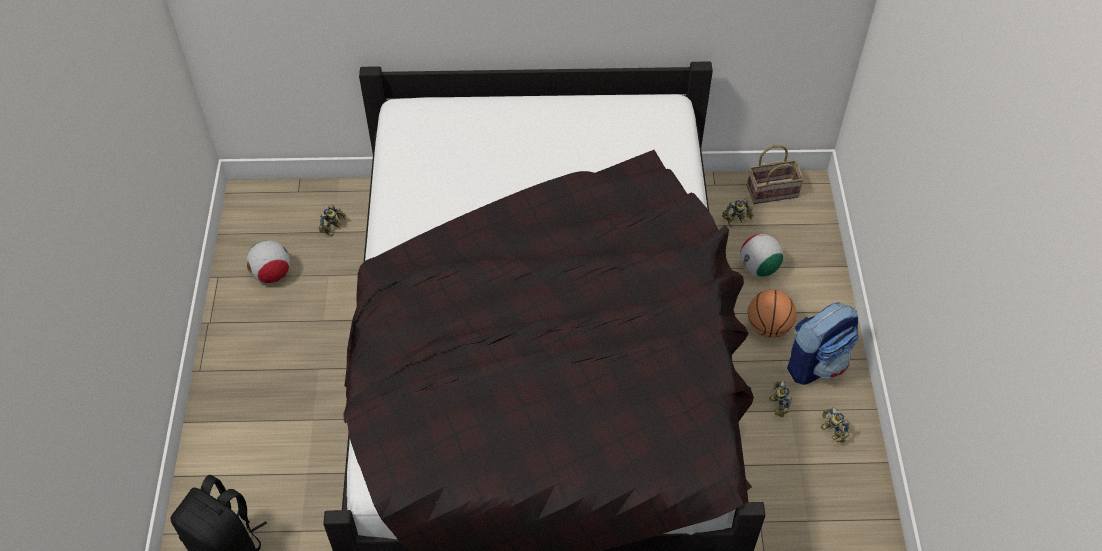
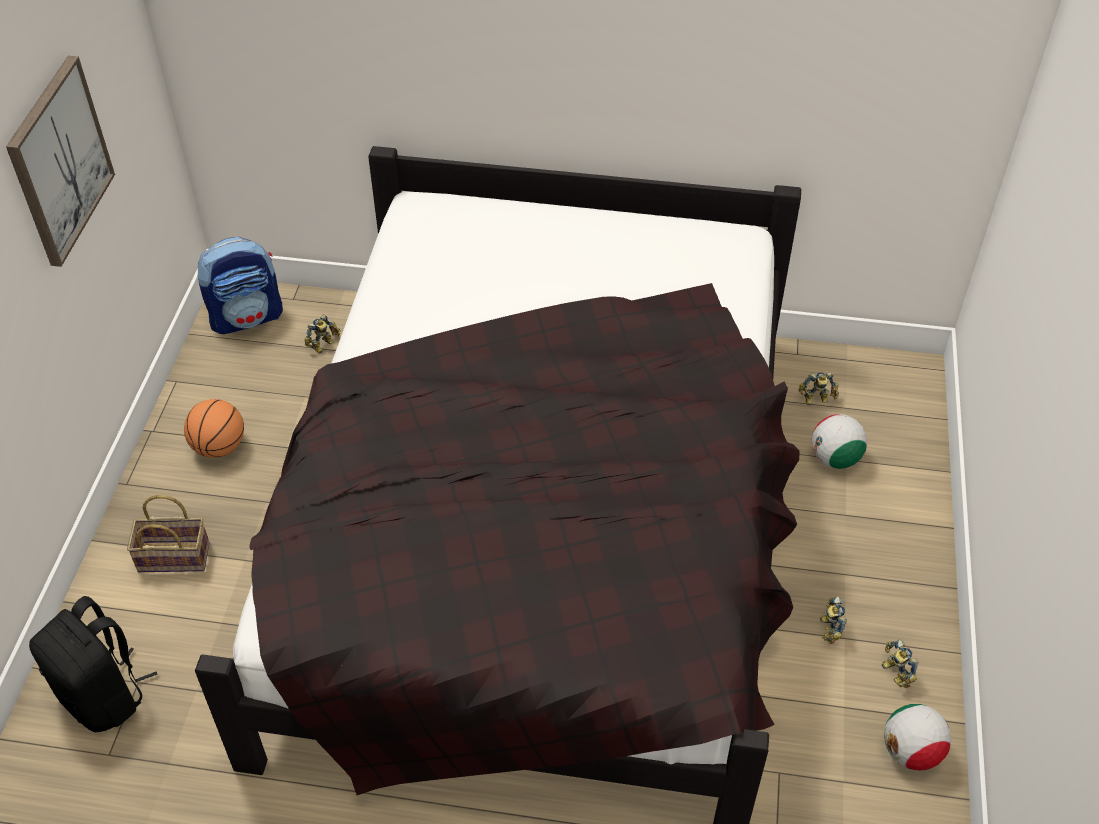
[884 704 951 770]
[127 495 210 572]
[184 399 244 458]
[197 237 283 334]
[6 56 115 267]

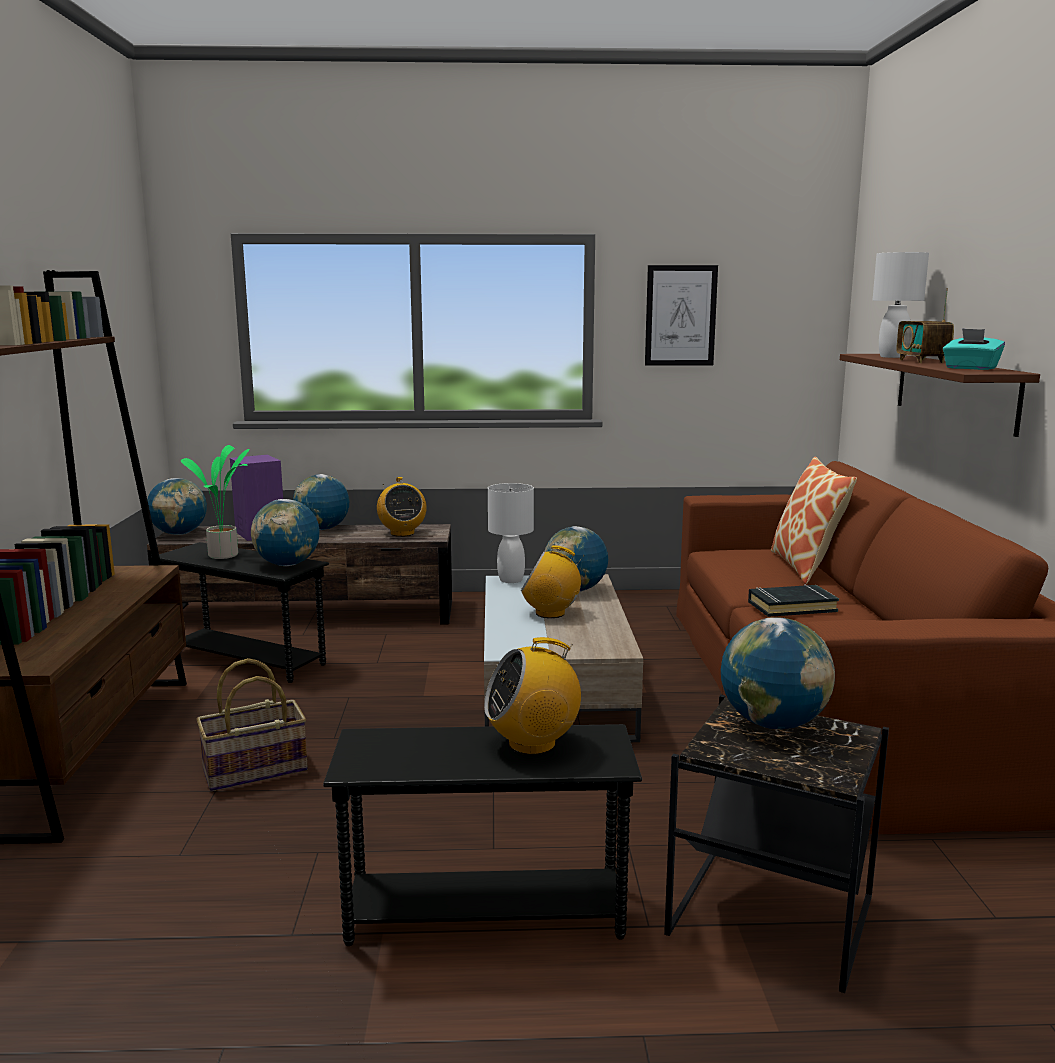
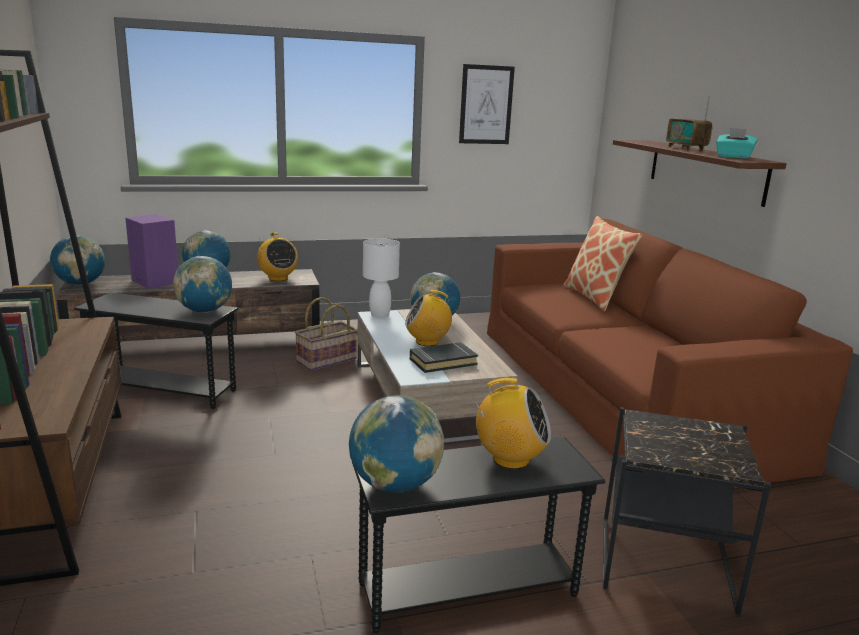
[181 445 250 559] (first image)
[295 297 358 371]
[472 378 551 469]
[349 395 444 493]
[410 342 478 373]
[872 252 929 358] (first image)

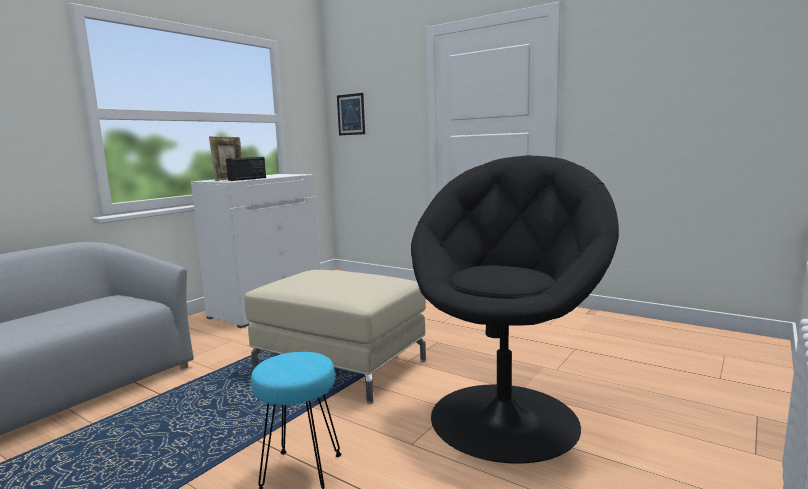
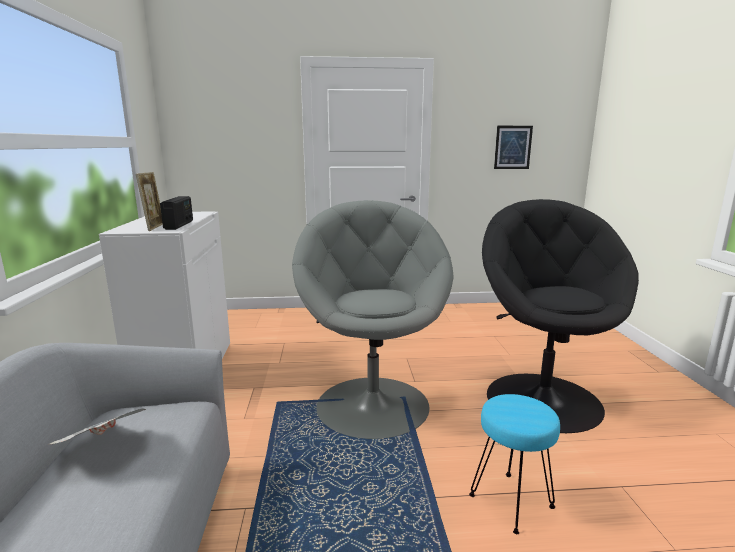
[292 200 453 439]
[494 126 533 169]
[47 409 146 445]

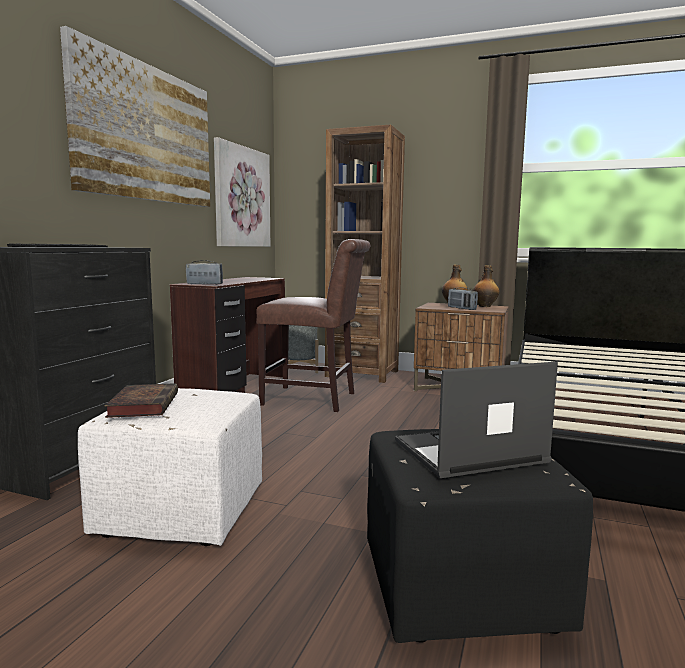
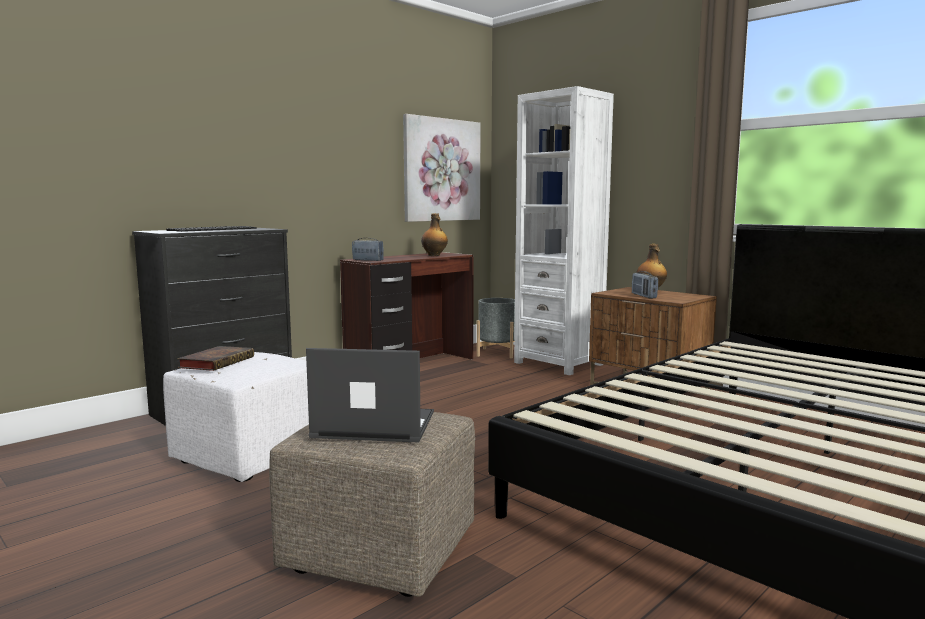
[60 26 210 207] (first image)
[256 239 370 412] (first image)
[514 86 614 375]
[269 412 475 597]
[421 213 448 256]

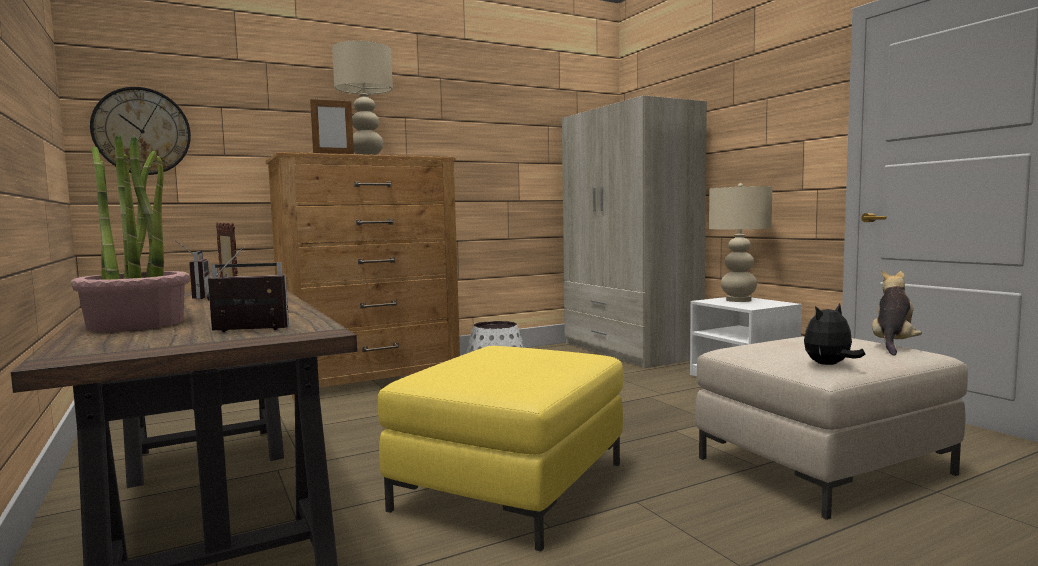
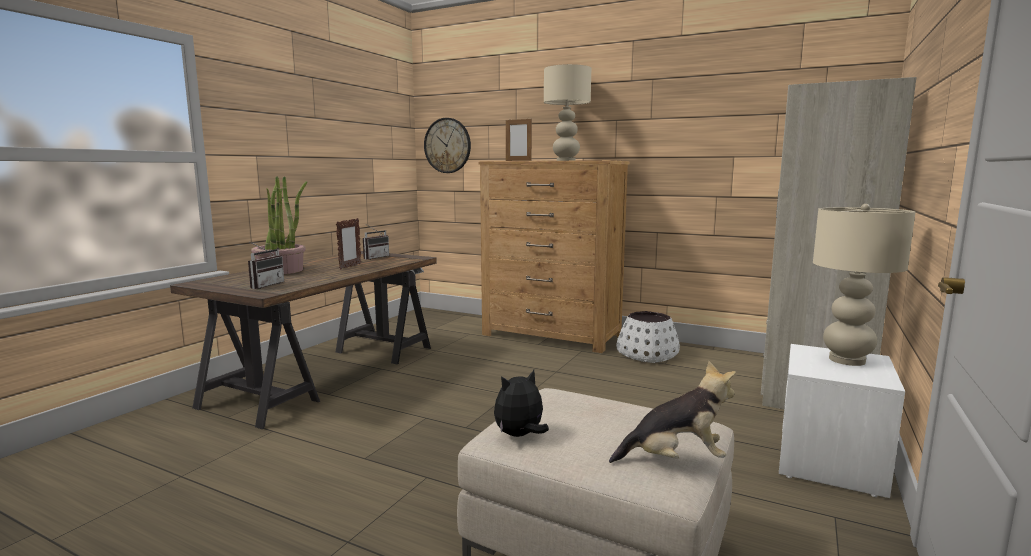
[248 242 284 289]
[378 346 623 552] (first image)
[494 370 549 437]

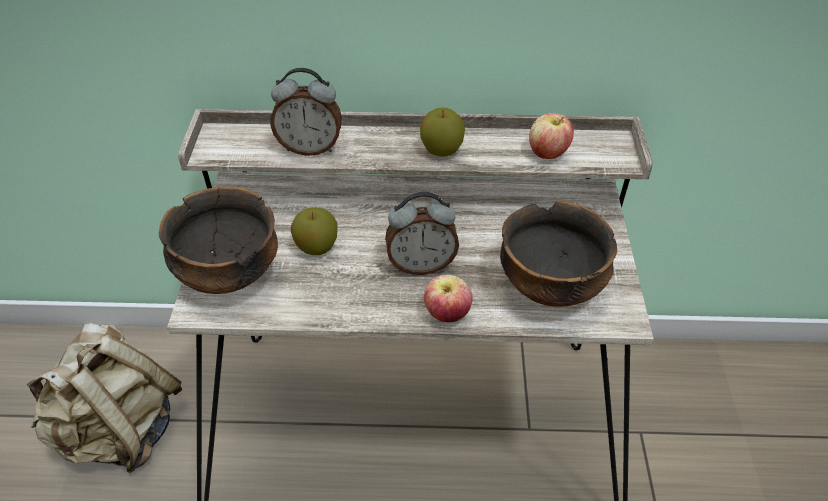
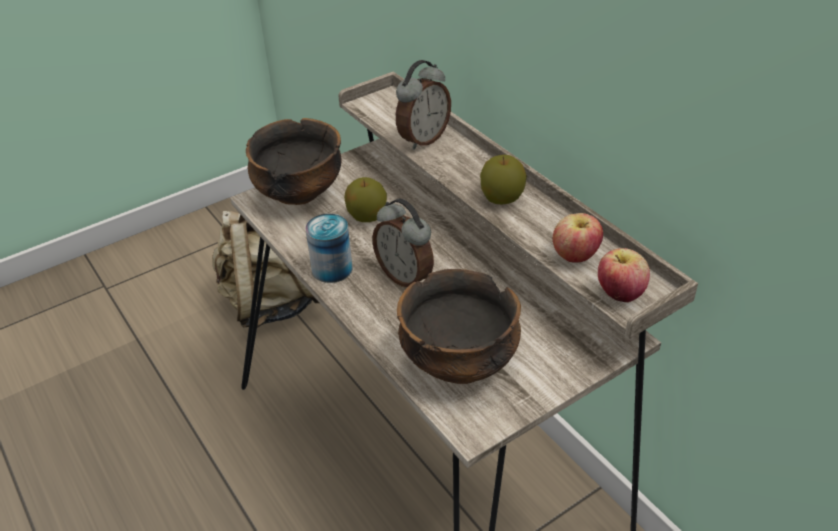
[396 60 451 150]
[598 248 650 302]
[305 214 353 283]

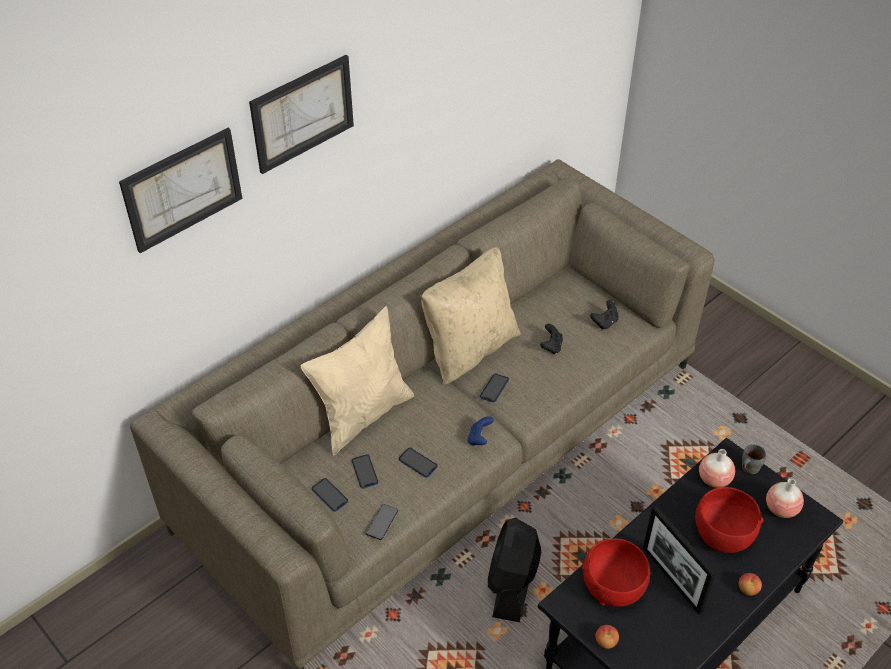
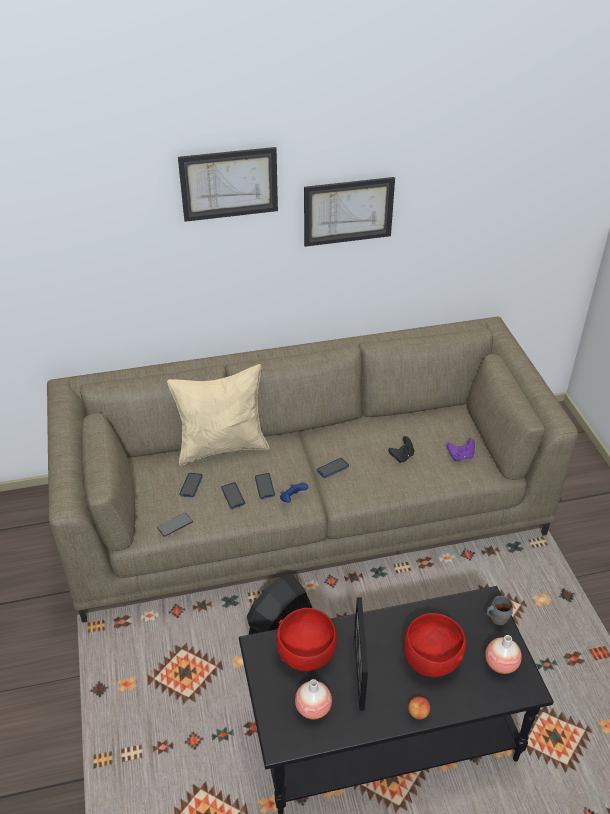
[304 177 395 247]
[255 473 275 499]
[421 247 521 385] (first image)
[447 438 475 461]
[595 625 619 649] (first image)
[295 679 332 719]

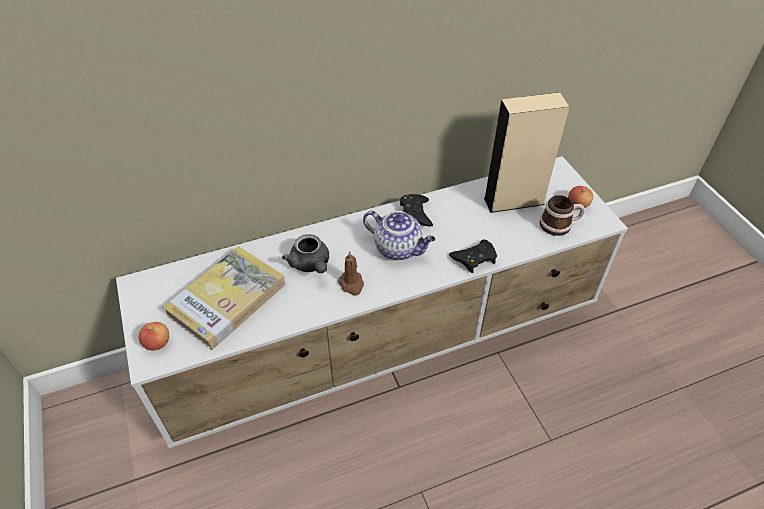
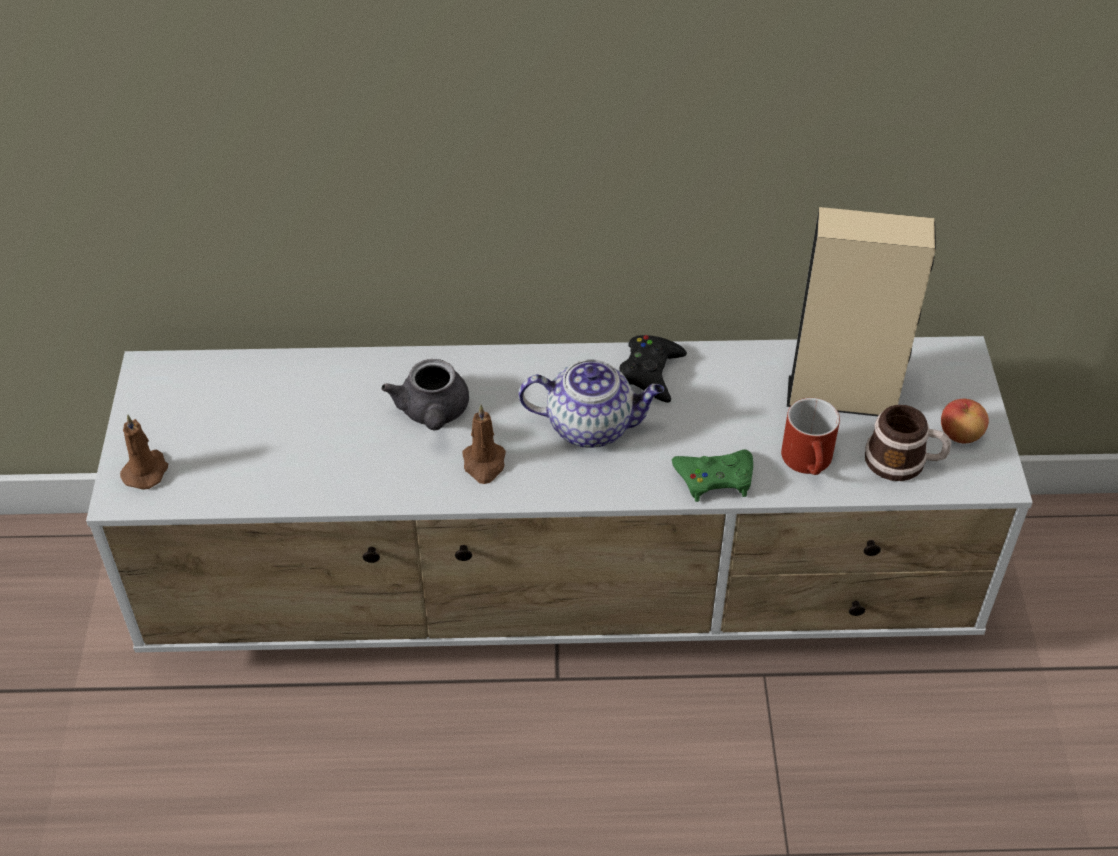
[120 414 168 490]
[163 246 285 350] (first image)
[519 359 664 448]
[672 450 753 502]
[781 398 840 475]

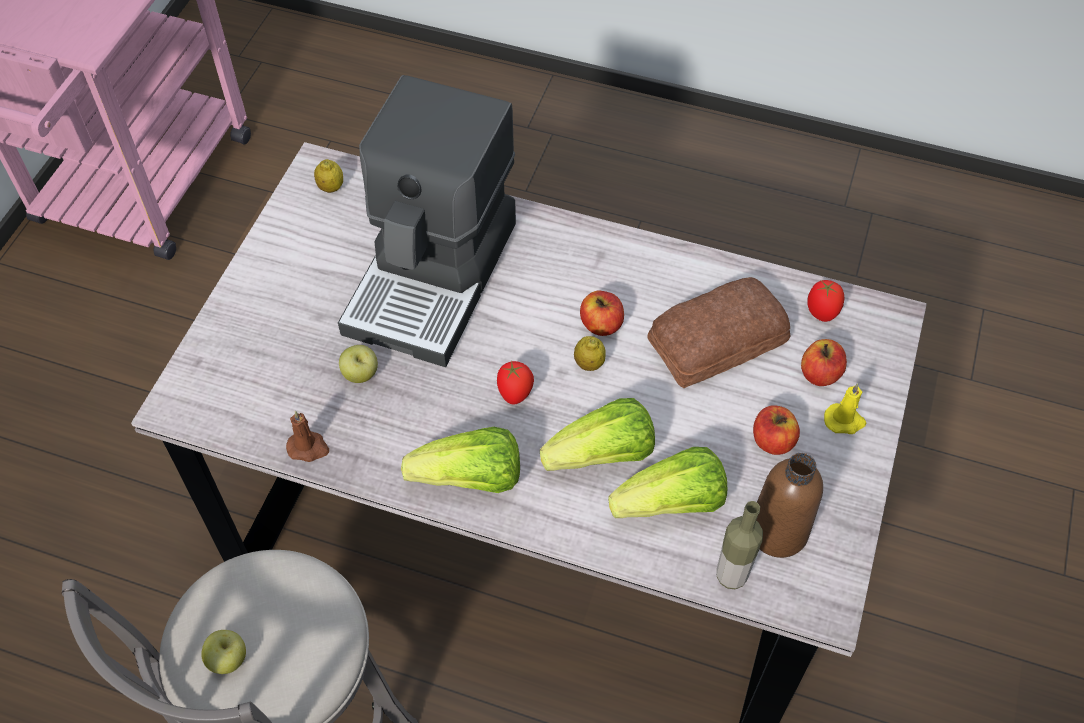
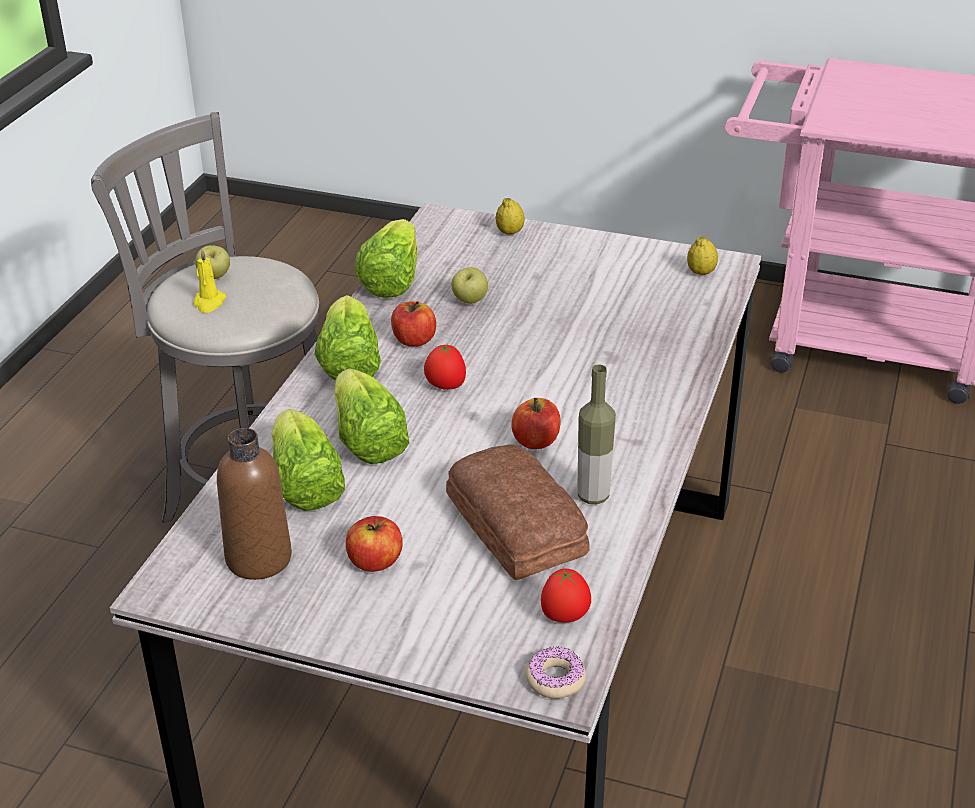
[355 219 417 298]
[338 75 516 367] (first image)
[496 198 524 234]
[577 365 616 504]
[391 301 436 347]
[193 249 226 313]
[526 647 586 699]

